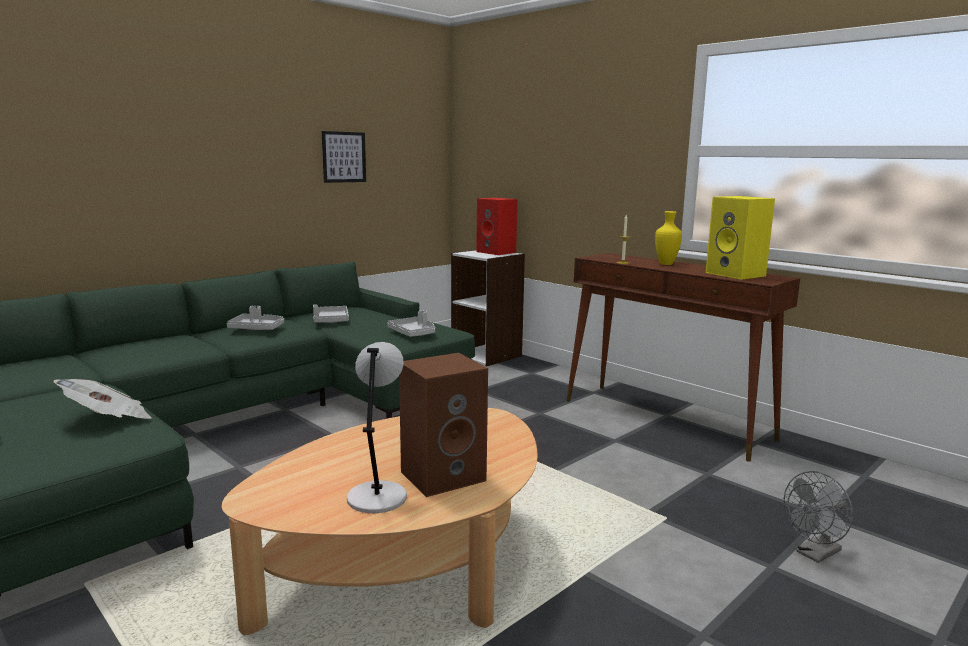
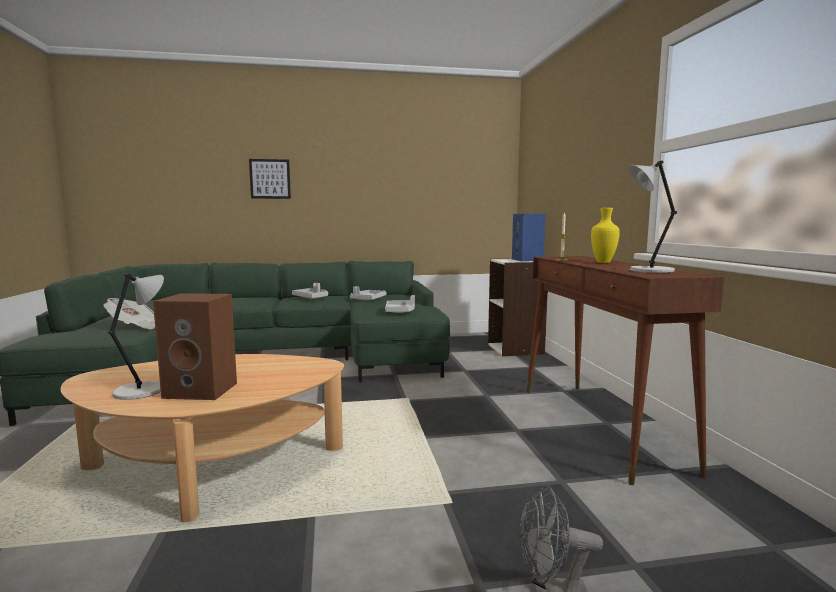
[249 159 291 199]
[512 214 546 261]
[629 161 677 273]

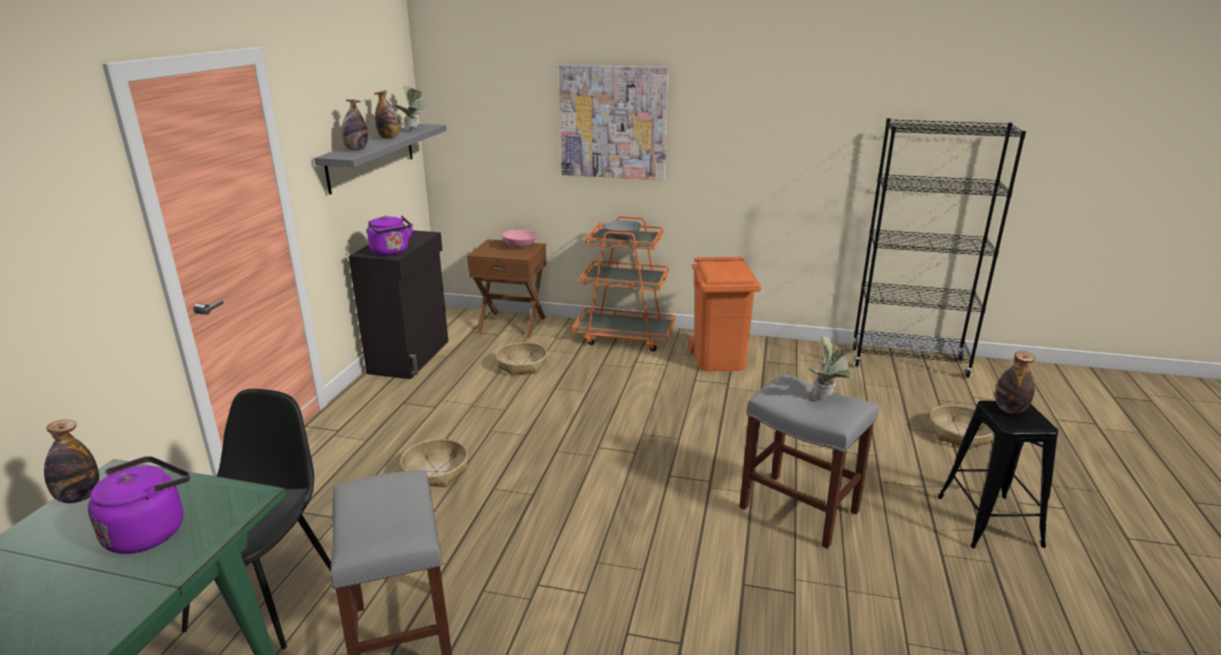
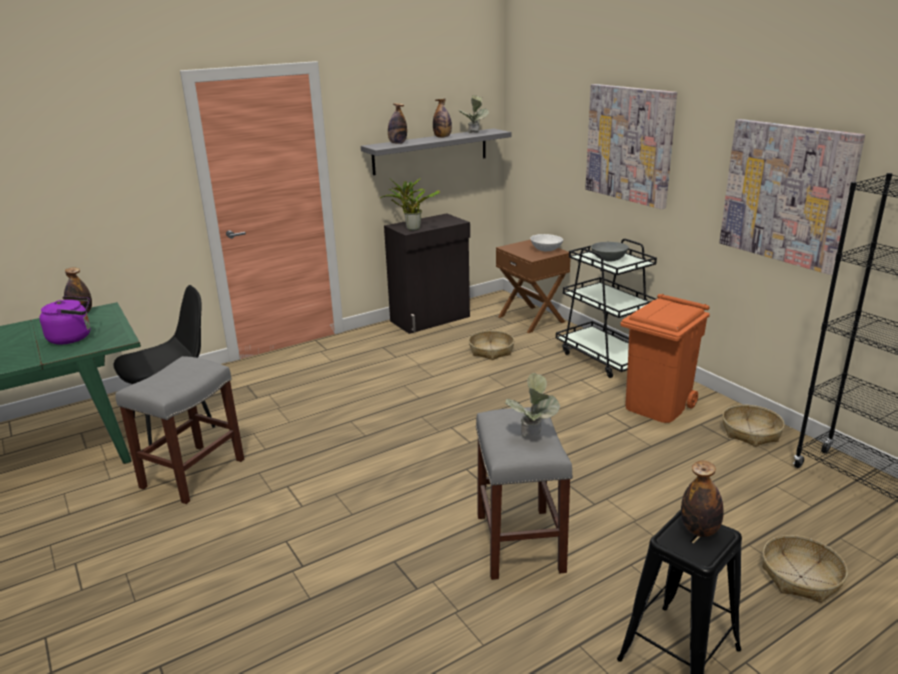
[380 177 440 231]
[722 405 785 447]
[530 234 563 251]
[556 239 657 378]
[719 119 865 275]

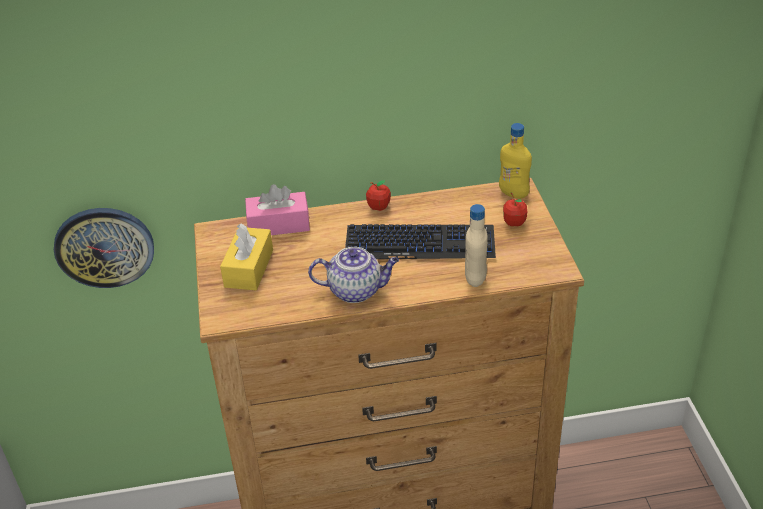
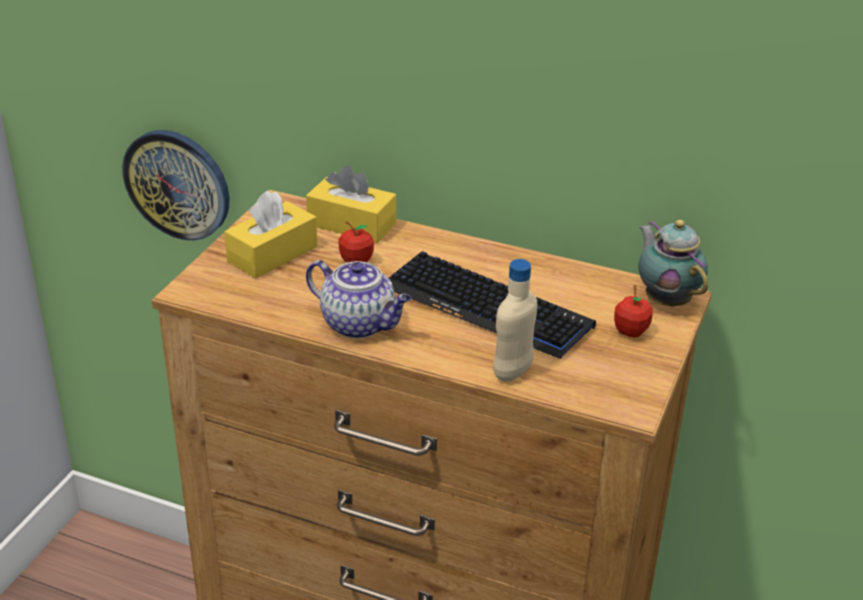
[306 165 396 243]
[338 221 374 263]
[638 220 708 307]

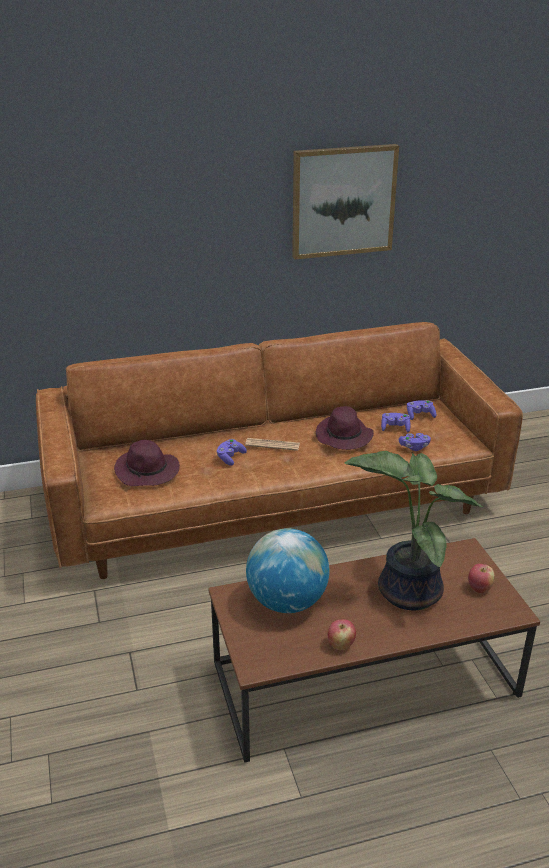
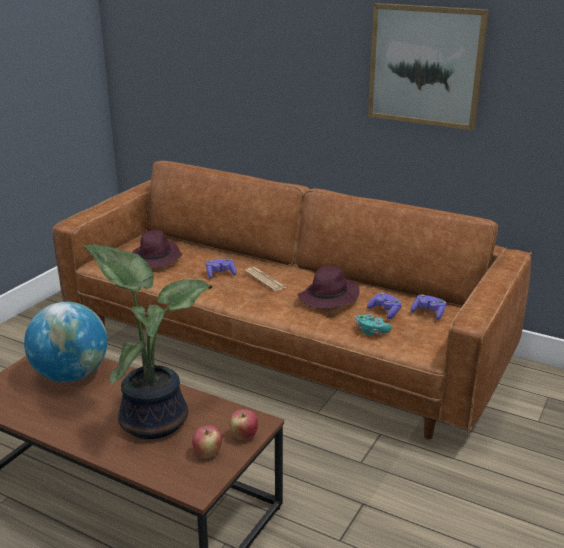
[229 409 258 440]
[356 314 392 335]

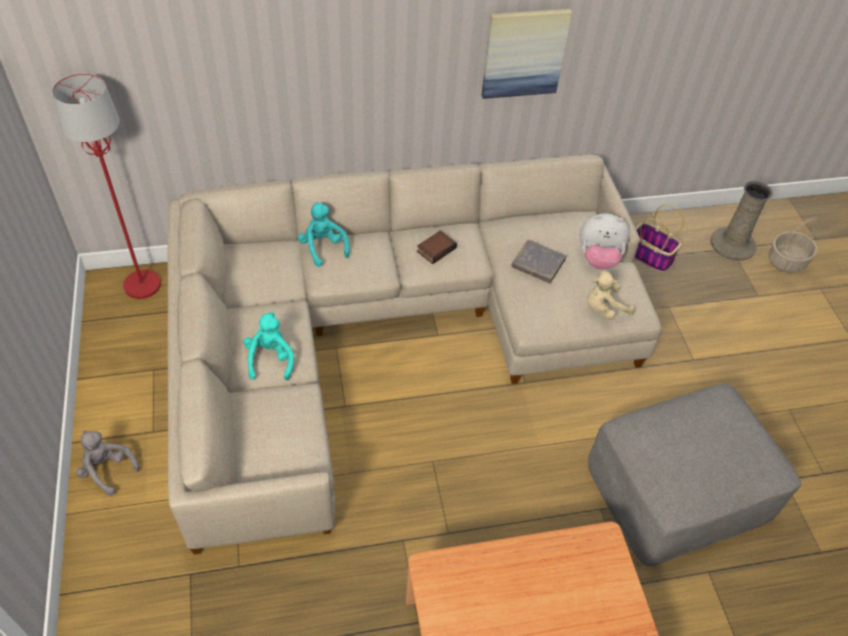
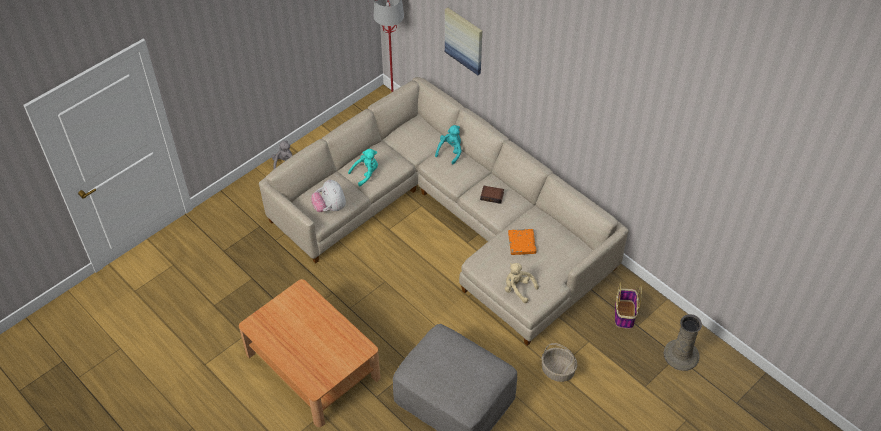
[445 7 482 75]
[508 229 536 255]
[311 179 346 212]
[541 343 577 382]

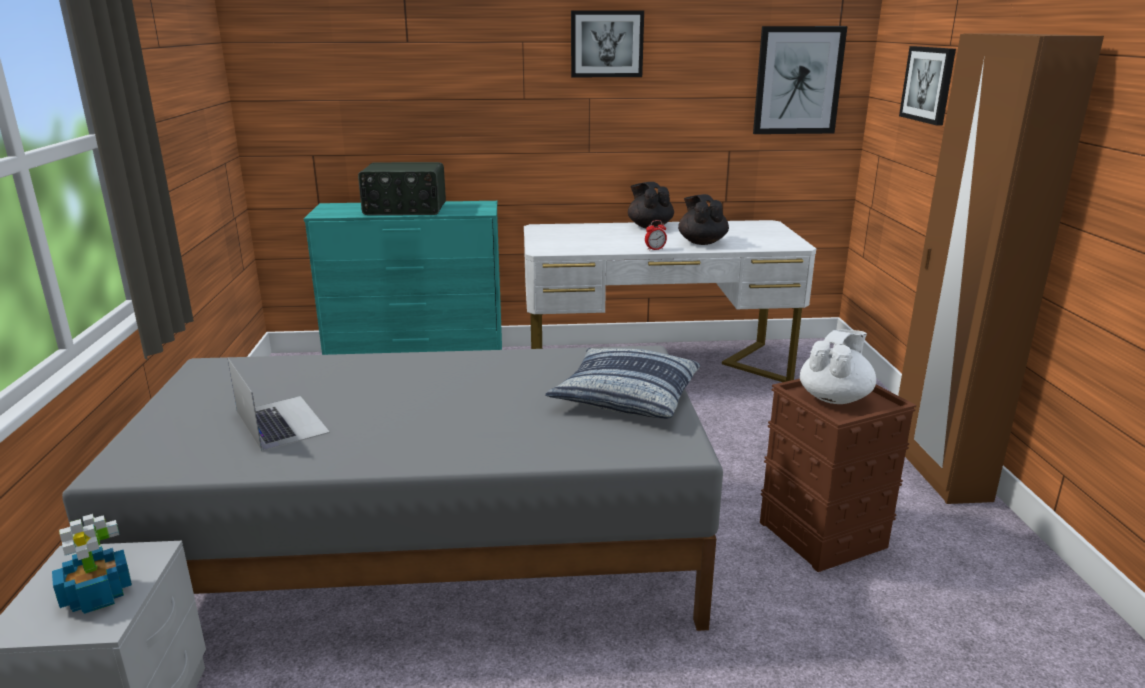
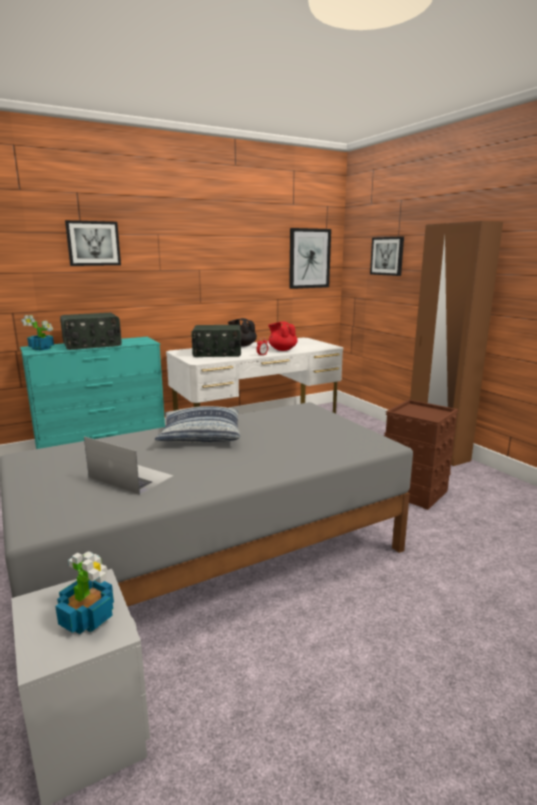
[155 406 240 444]
[65 220 121 266]
[268 321 298 351]
[800 330 876 404] (first image)
[21 315 54 350]
[191 325 241 357]

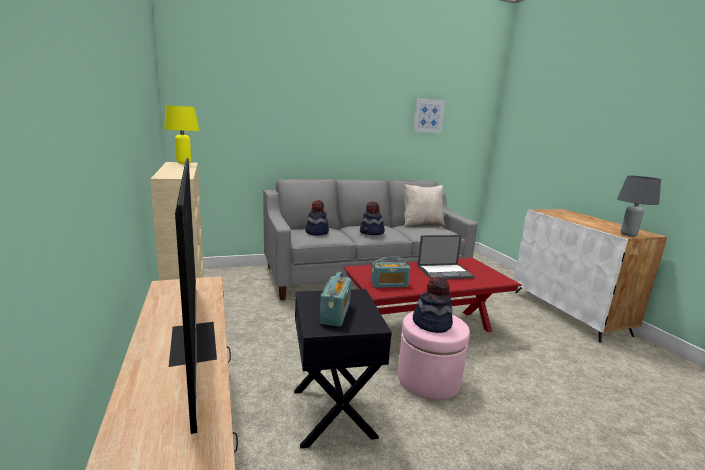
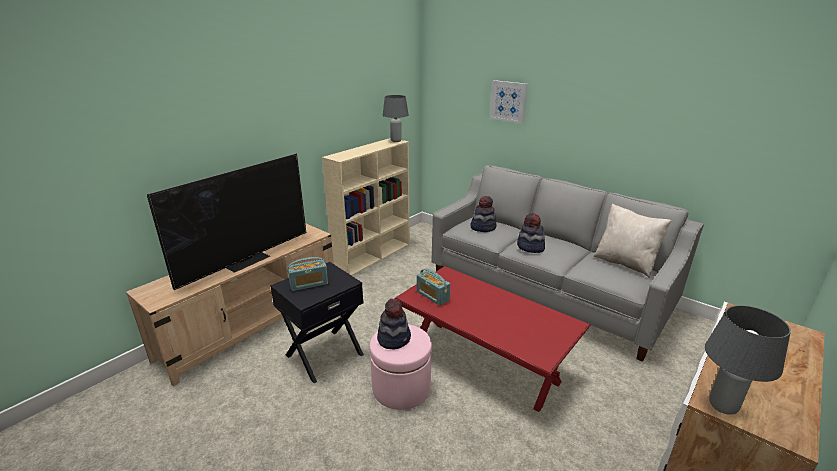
[383 95 409 142]
[490 80 528 124]
[417 235 475 279] (first image)

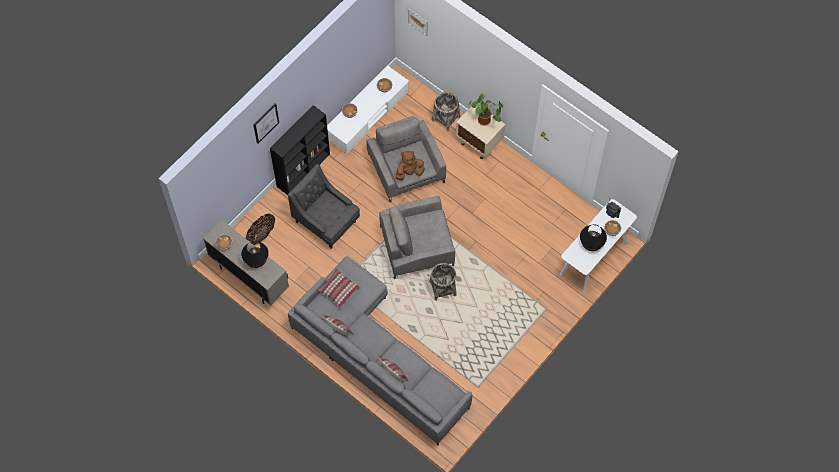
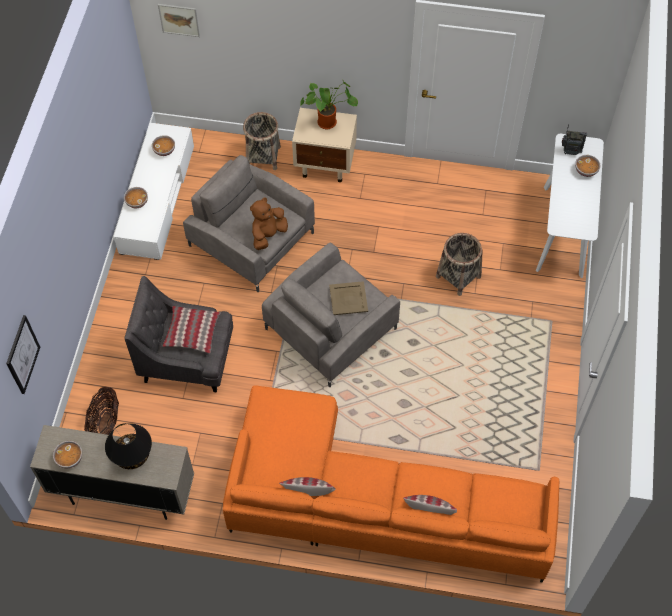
[6 315 40 394]
[270 105 330 195] (first image)
[223 385 559 583]
[163 306 221 353]
[436 233 483 296]
[580 224 607 251] (first image)
[329 281 368 315]

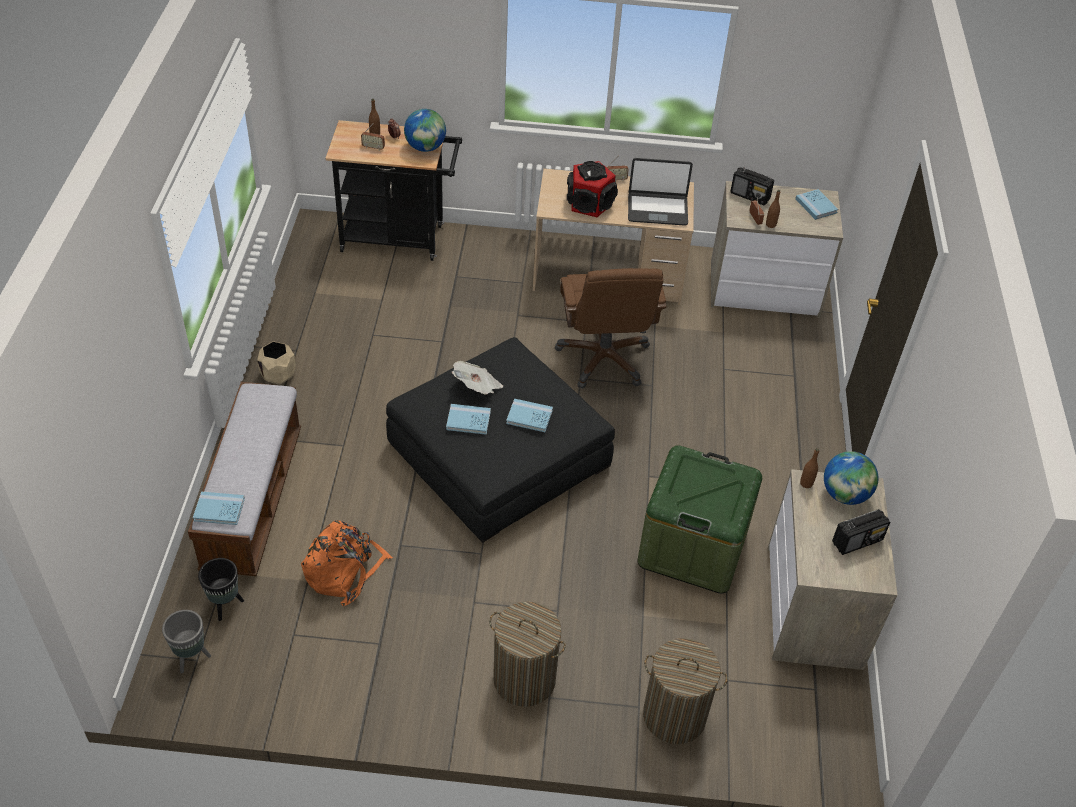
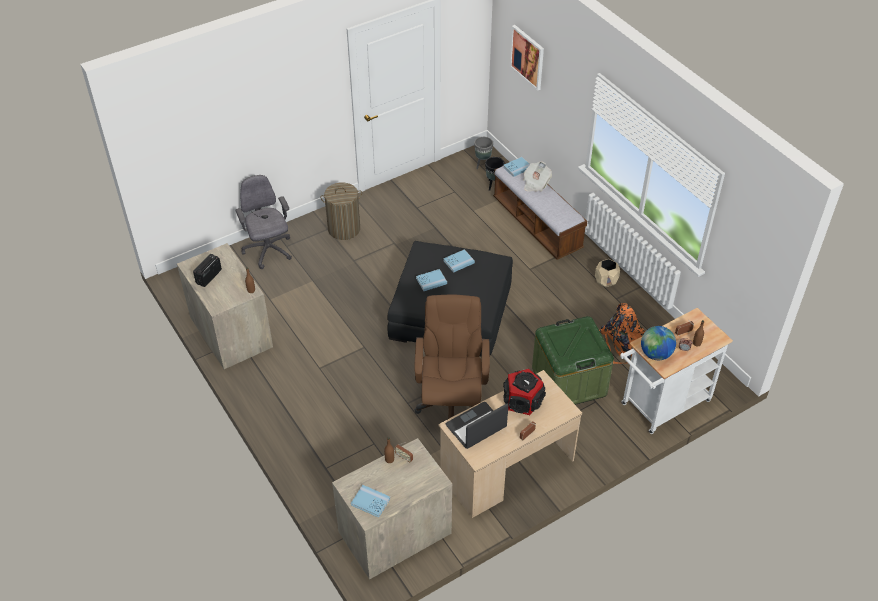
[599 303 645 364]
[620 308 733 434]
[523 161 552 192]
[414 294 490 419]
[532 316 614 405]
[235 175 292 269]
[730 167 774 205] (first image)
[824 451 878 505] (first image)
[510 25 544 91]

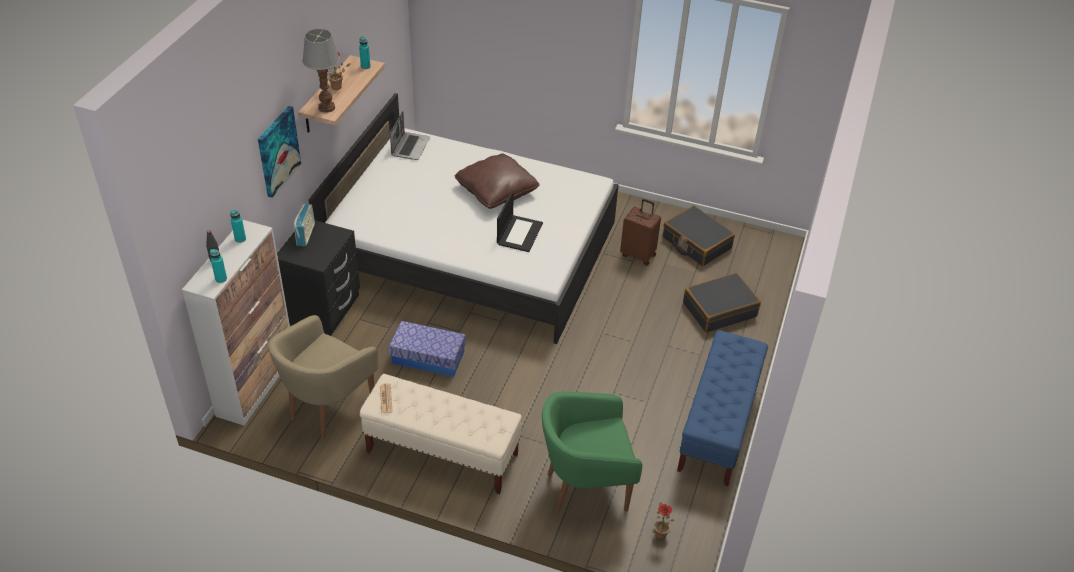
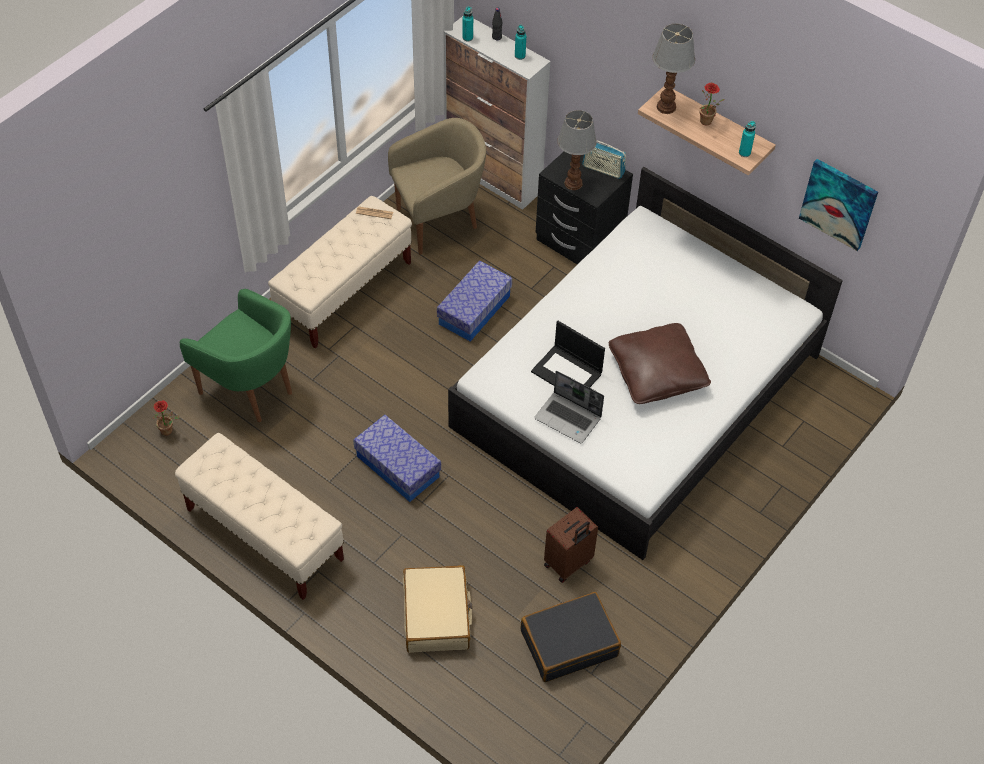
[799 159 878 251]
[388 118 486 255]
[534 371 604 443]
[180 289 292 422]
[175 433 344 600]
[403 565 473 653]
[353 415 441 502]
[557 110 597 190]

